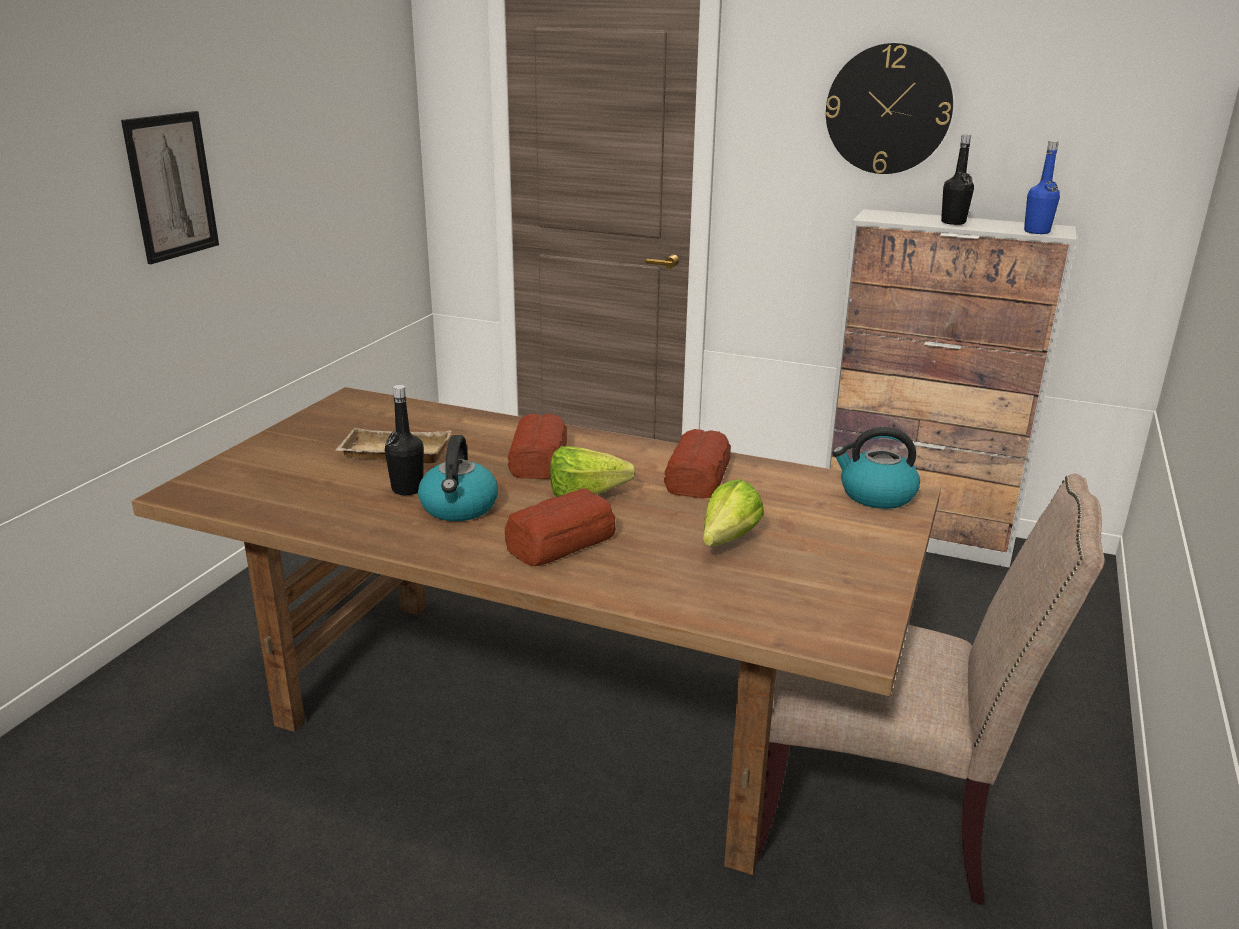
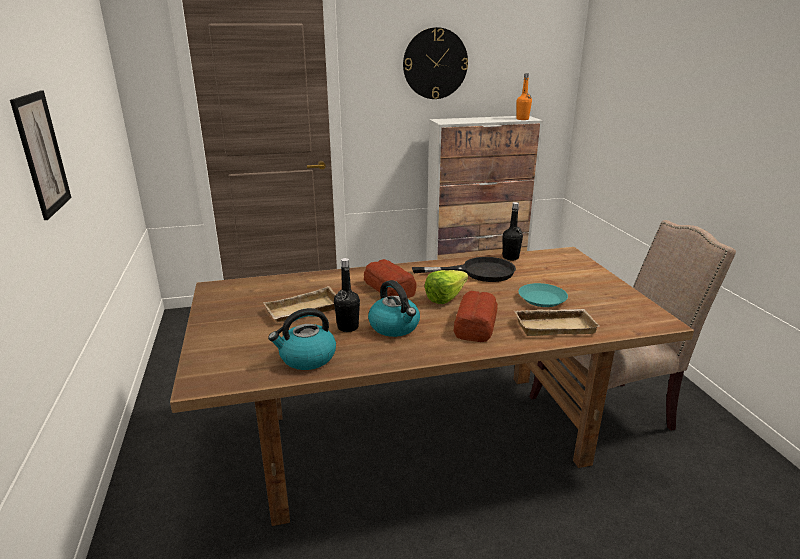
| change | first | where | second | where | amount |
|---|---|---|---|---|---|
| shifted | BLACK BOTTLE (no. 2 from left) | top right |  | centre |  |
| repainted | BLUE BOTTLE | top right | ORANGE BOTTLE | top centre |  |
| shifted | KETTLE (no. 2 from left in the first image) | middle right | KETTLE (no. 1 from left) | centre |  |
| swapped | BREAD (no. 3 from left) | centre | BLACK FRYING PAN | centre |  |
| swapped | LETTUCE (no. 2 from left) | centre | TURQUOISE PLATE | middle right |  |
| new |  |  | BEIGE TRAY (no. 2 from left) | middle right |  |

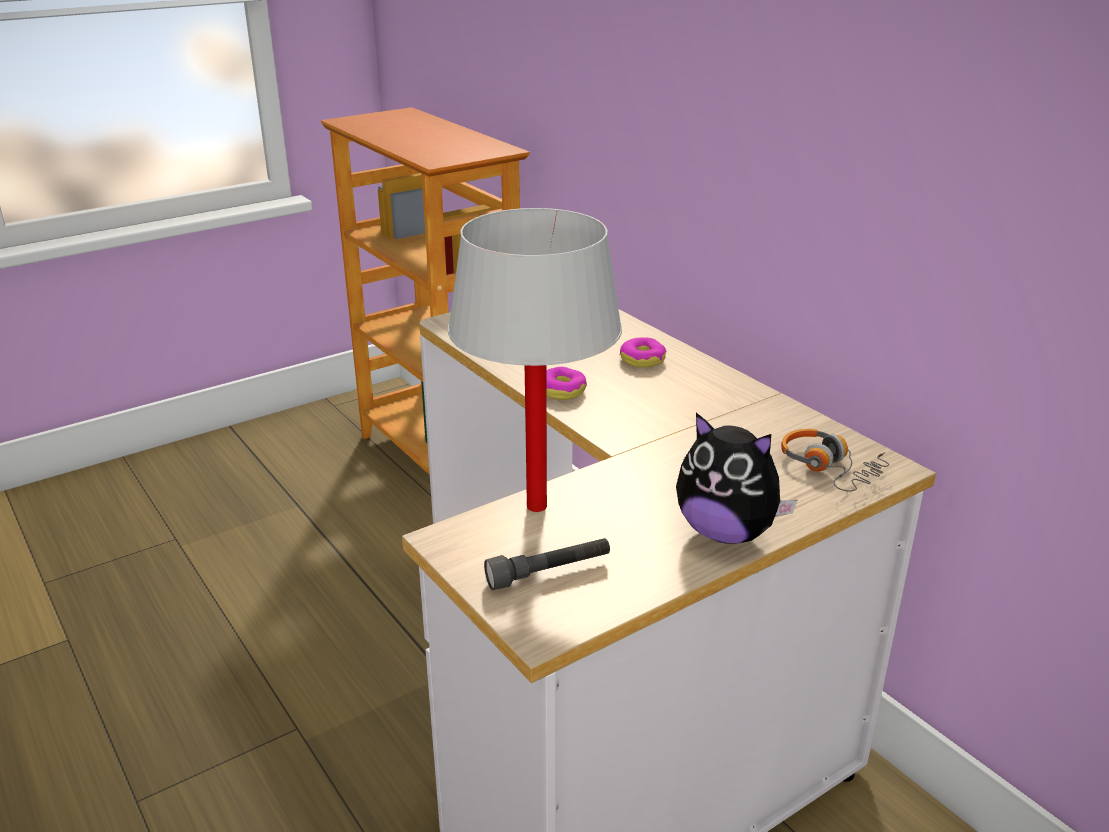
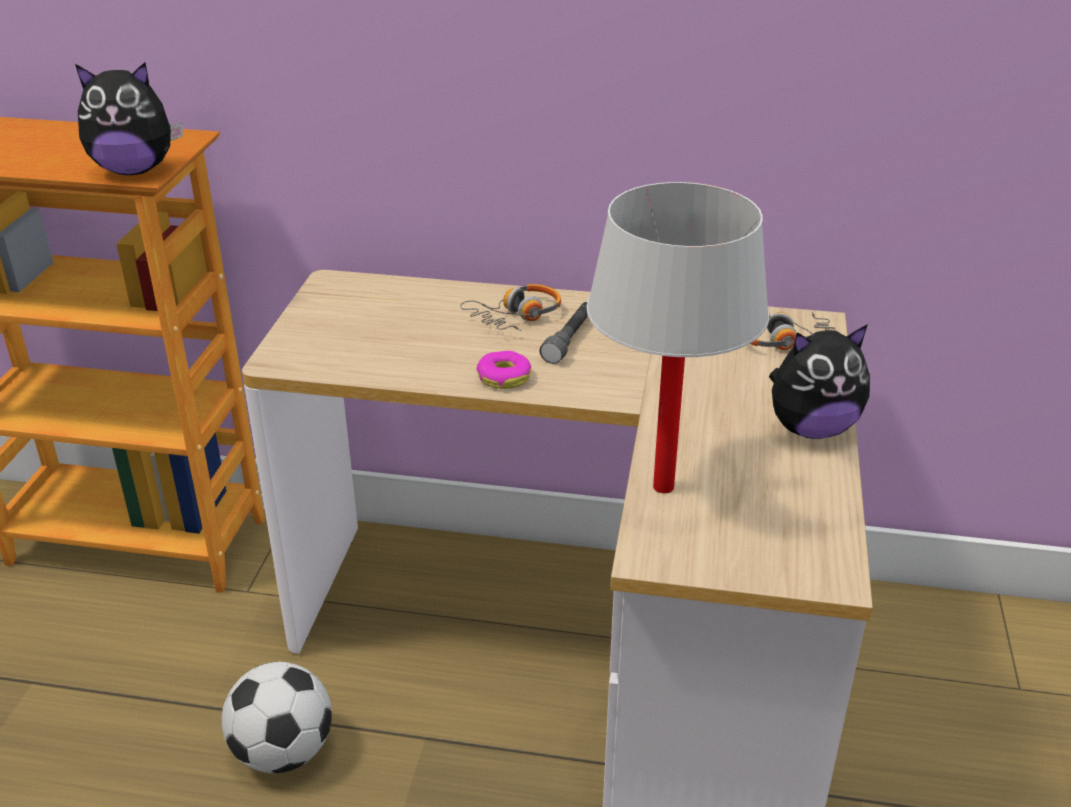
| change | first | where | second | where | amount |
|---|---|---|---|---|---|
| swapped | DONUT (no. 2 from left) | centre | HEADPHONES (no. 1 from left) | centre |  |
| shifted | GREY FLASHLIGHT | bottom centre |  | centre |  |
| new |  |  | PLUSH TOY (no. 1 from left) | top left |  |
| new |  |  | FOOTBALL | bottom left |  |

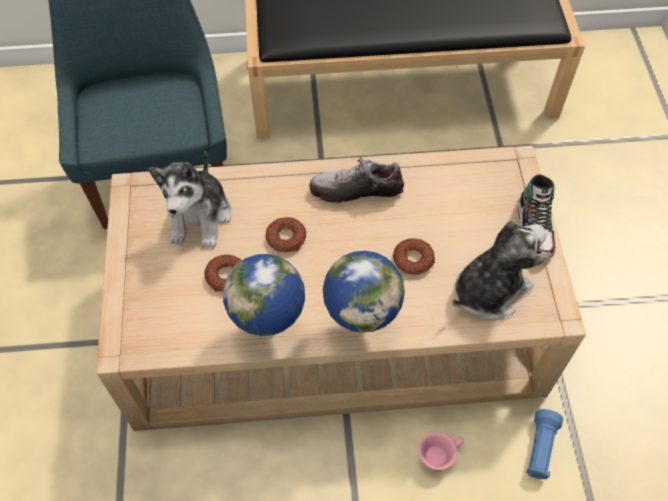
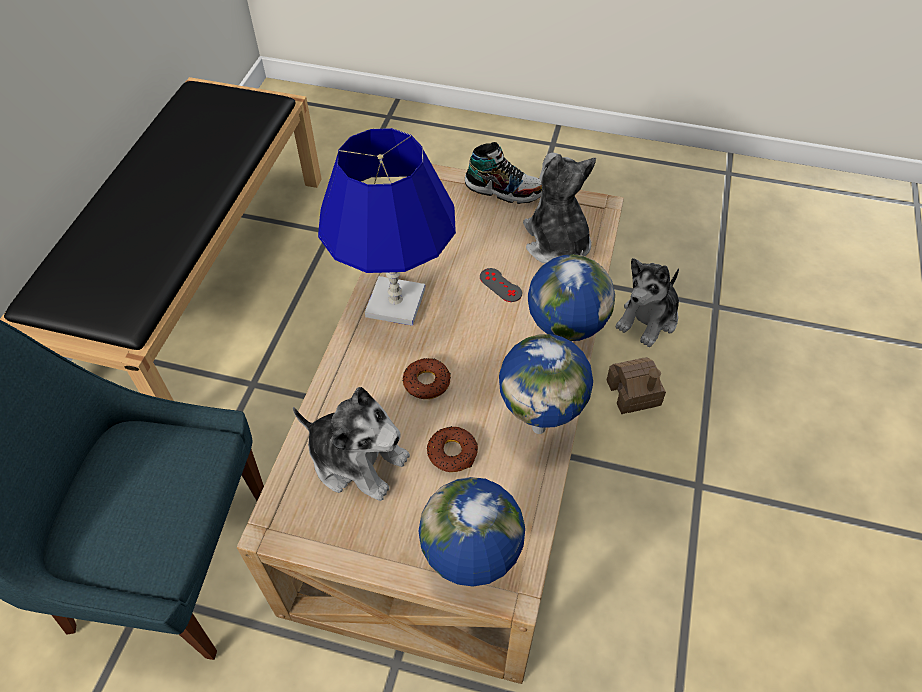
| change | first | where | second | where | amount |
|---|---|---|---|---|---|
| swapped | SHOE (no. 1 from left) | centre | BLUE TABLE LAMP | top centre |  |
| swapped | DONUT (no. 3 from left) | centre | GREY GAME CONTROLLER | centre |  |
| swapped | BLUE FLASHLIGHT | bottom right | PLUSH TOY (no. 3 from left) | middle right |  |
| swapped | PINK CUP | bottom centre | TOY HOUSE | middle right |  |
| new |  |  | GLOBE (no. 1 from left) | bottom centre |  |

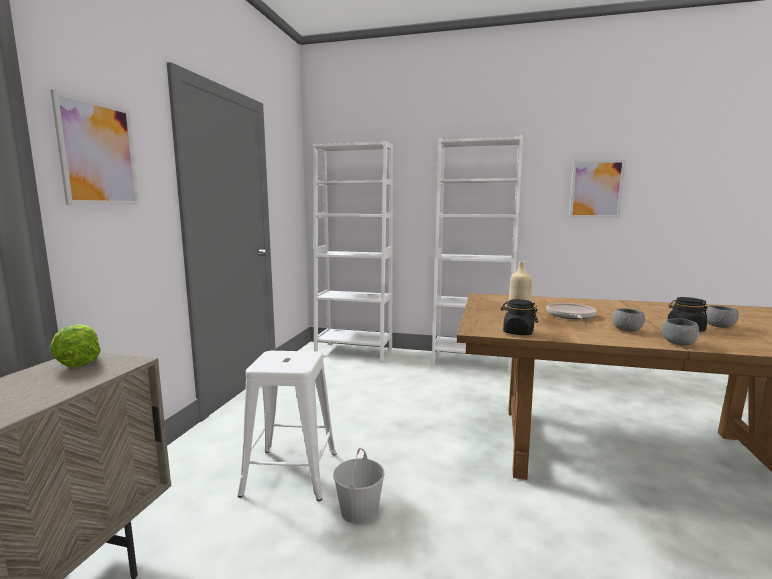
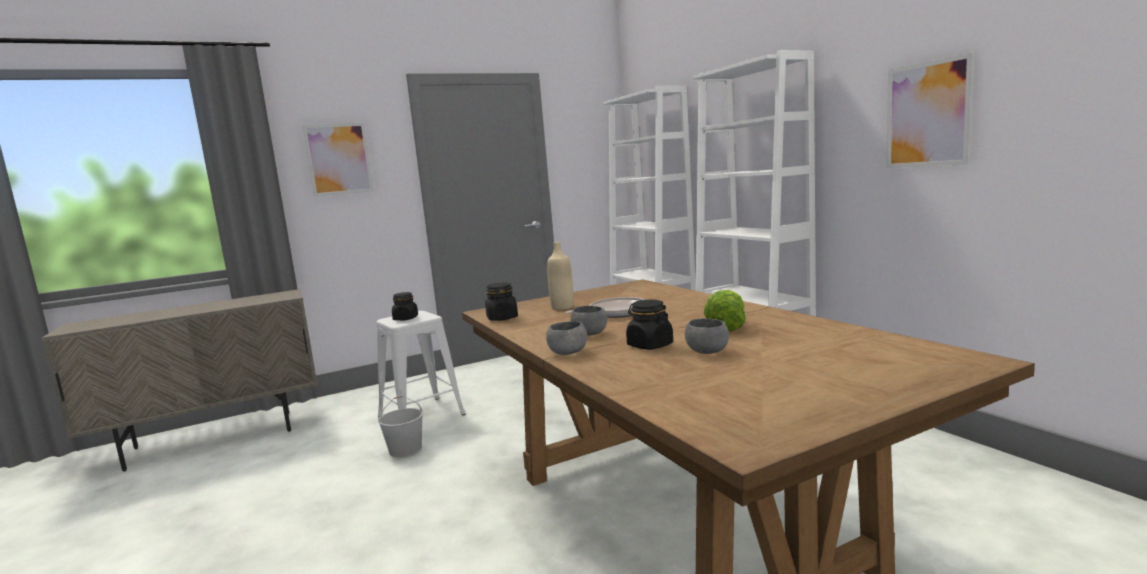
| change | first | where | second | where | amount |
|---|---|---|---|---|---|
| shifted | LETTUCE | middle left |  | centre |  |
| new |  |  | BLACK JAR (no. 1 from left) | centre |  |

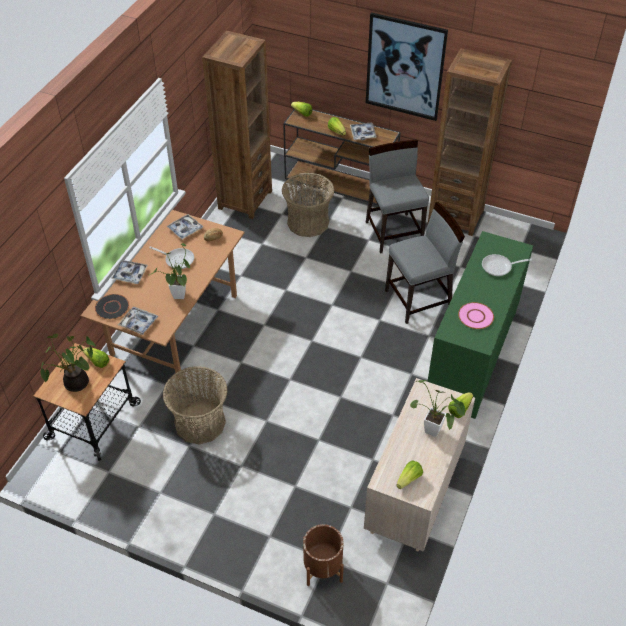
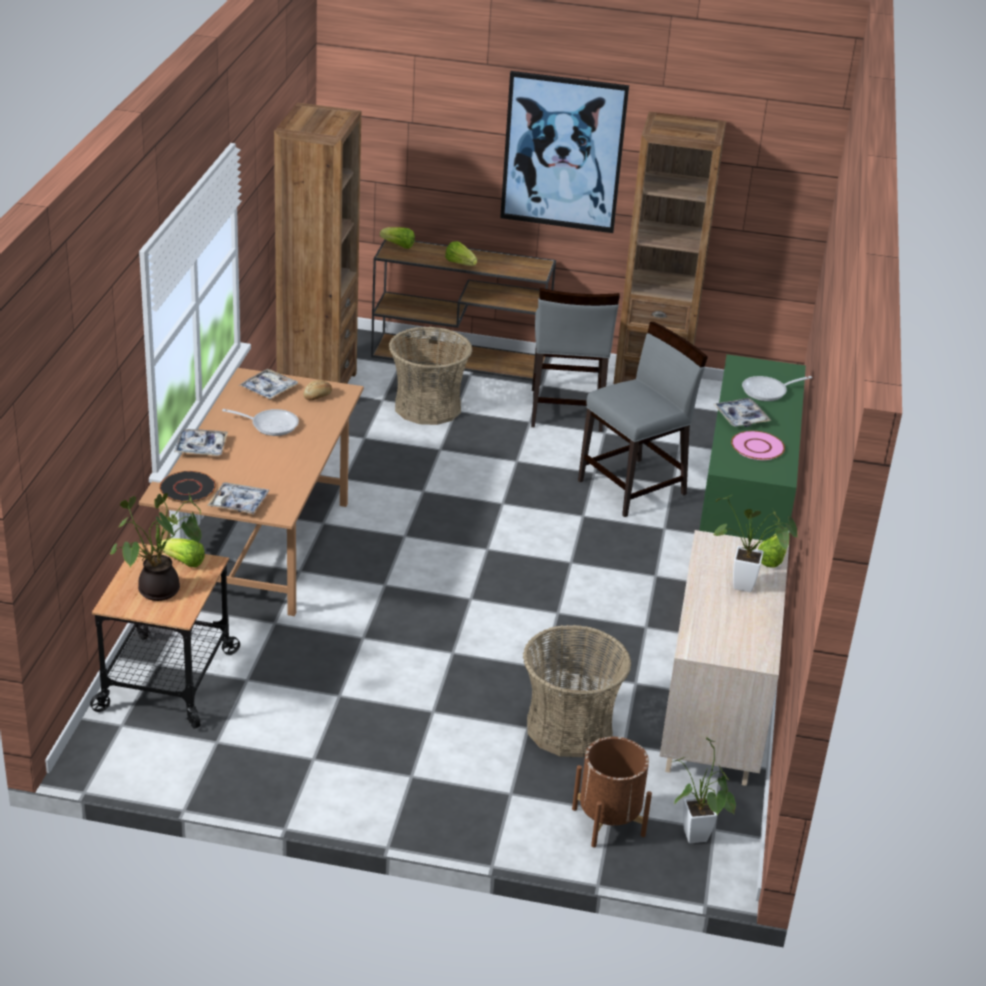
| change | first | where | second | where | amount |
|---|---|---|---|---|---|
| shifted | TRAY (no. 4 from left) | top centre |  | middle right |  |
| rotated | GREY CHAIR (no. 1 from left) | top centre |  | centre | 150 degrees counterclockwise |
| shifted | POTTED PLANT (no. 2 from left) | middle left |  | bottom right |  |
| shifted | BASKET (no. 1 from left in the first image) | middle left | BASKET (no. 2 from left) | bottom centre |  |
| gone | LETTUCE (no. 4 from left) | bottom centre |  |  |  |

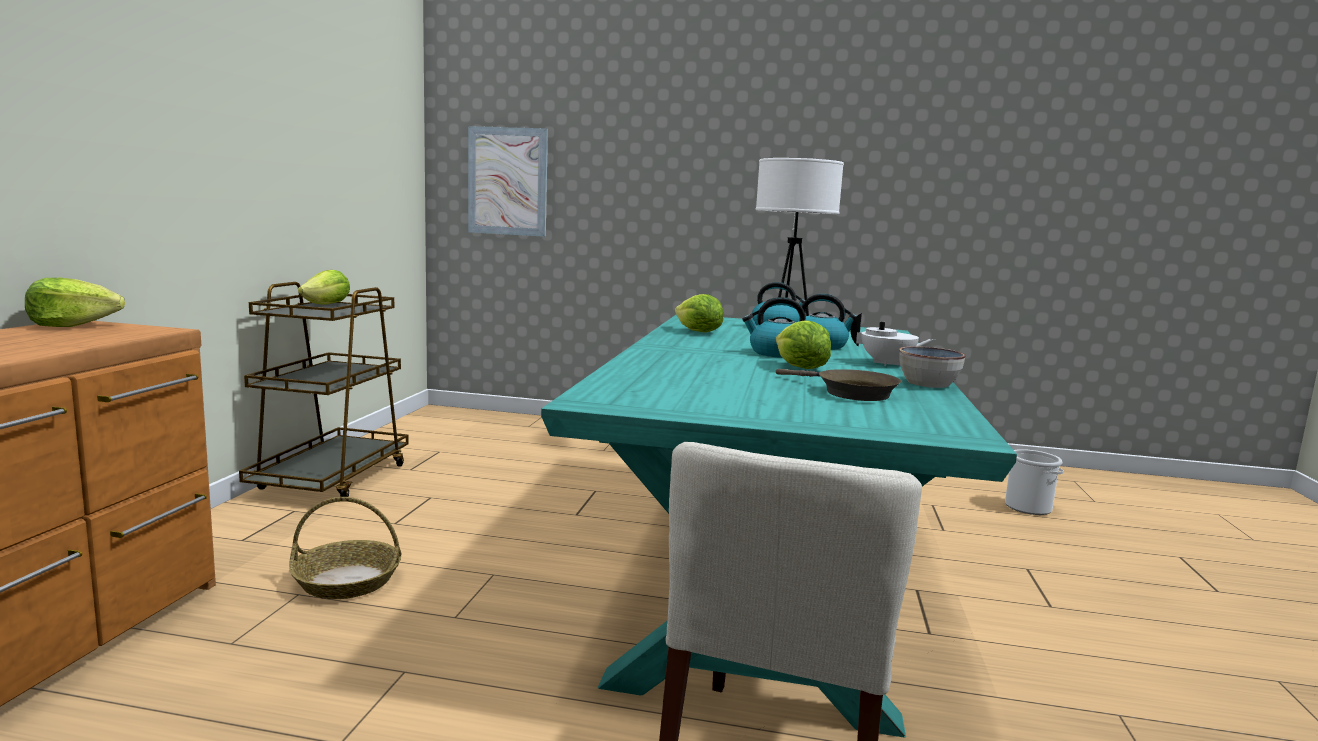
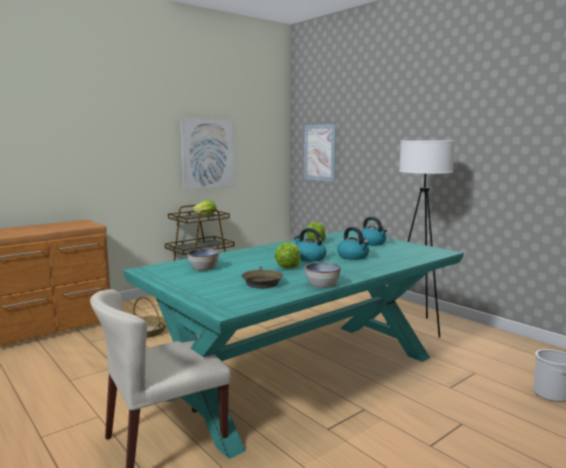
| change | first | where | second | where | amount |
|---|---|---|---|---|---|
| gone | LETTUCE (no. 1 from left) | middle left |  |  |  |
| gone | WHITE TEAPOT | middle right |  |  |  |
| new |  |  | PICTURE (no. 1 from left) | top centre |  |
| new |  |  | BOWL (no. 1 from left) | centre |  |

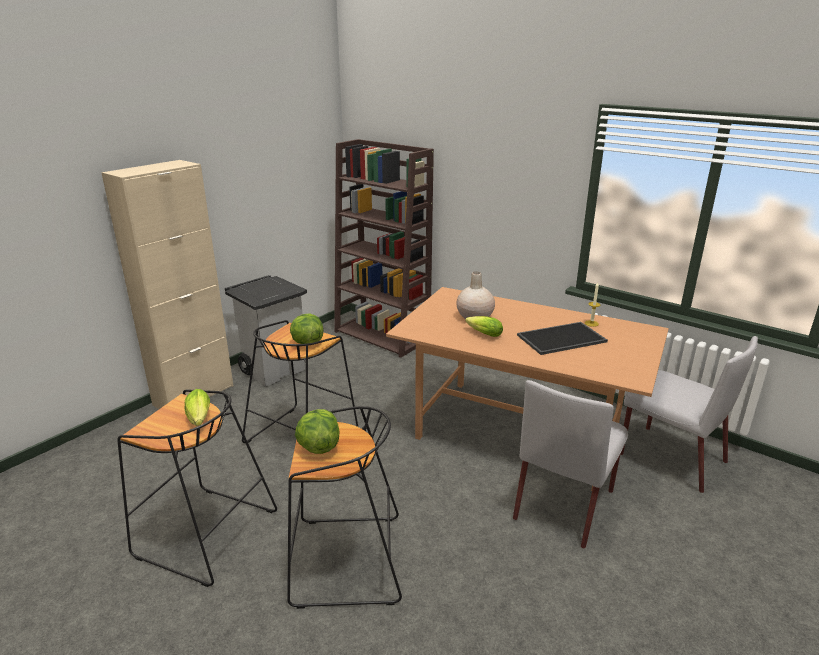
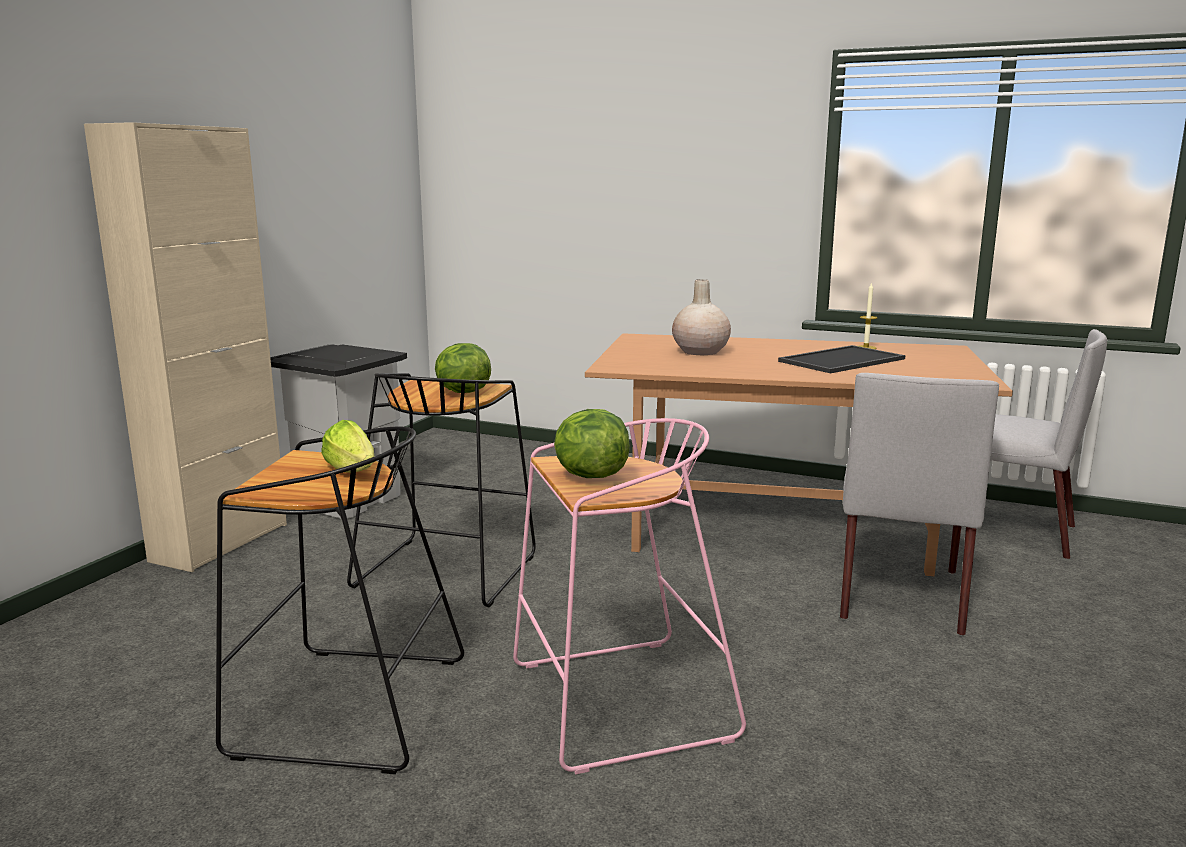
| change | first | where | second | where | amount |
|---|---|---|---|---|---|
| gone | BROWN BOOKCASE | centre |  |  |  |
| gone | LETTUCE (no. 4 from left) | centre |  |  |  |
| repainted | BLACK STOOL (no. 3 from left) | bottom centre | PINK STOOL | bottom centre |  |

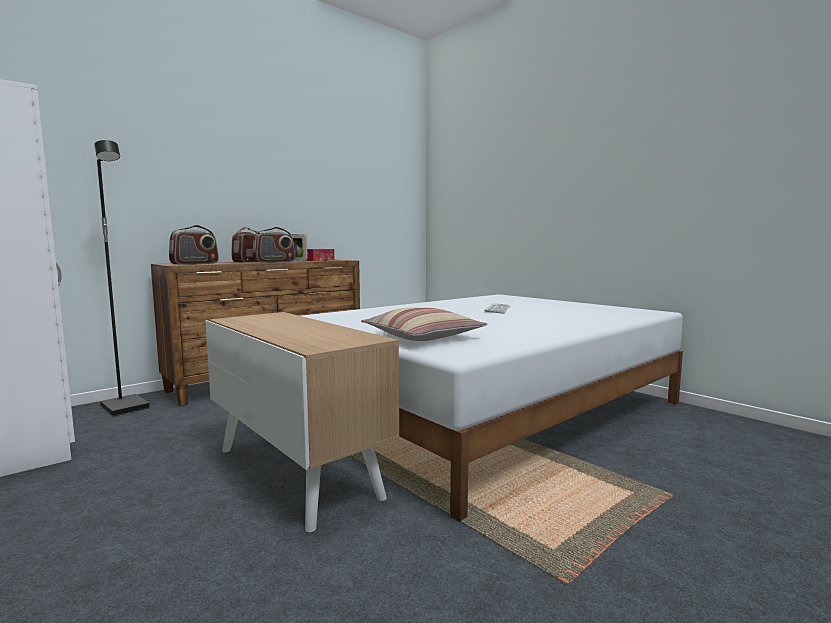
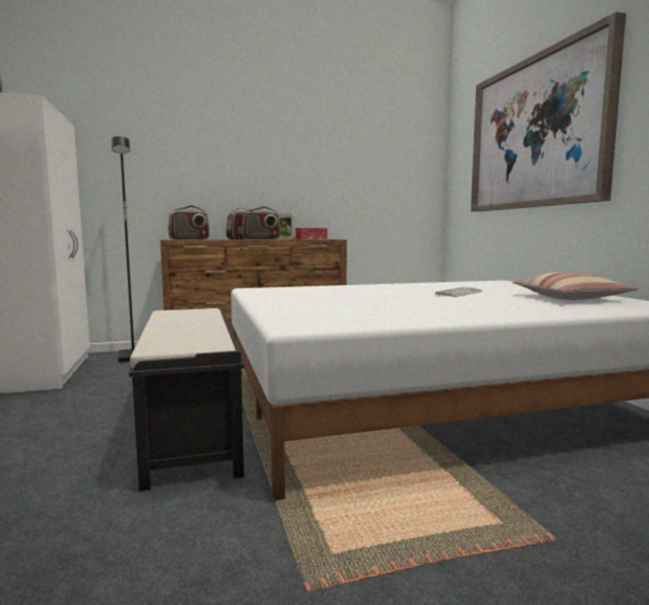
| change | first | where | second | where | amount |
|---|---|---|---|---|---|
| shifted | PILLOW | centre |  | middle right |  |
| swapped | CABINET | bottom centre | BLACK BENCH | middle left |  |
| new |  |  | PICTURE | top right |  |

